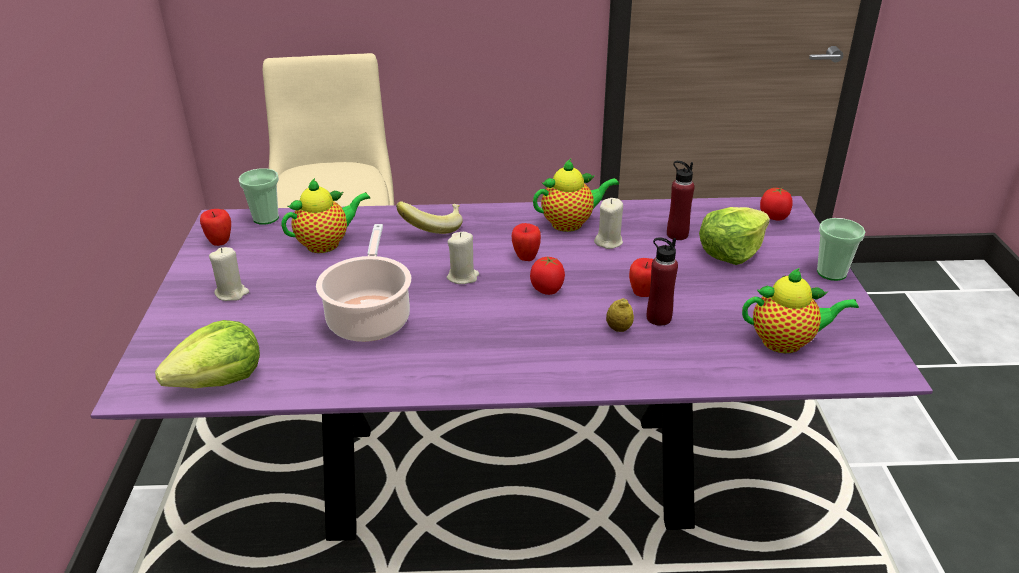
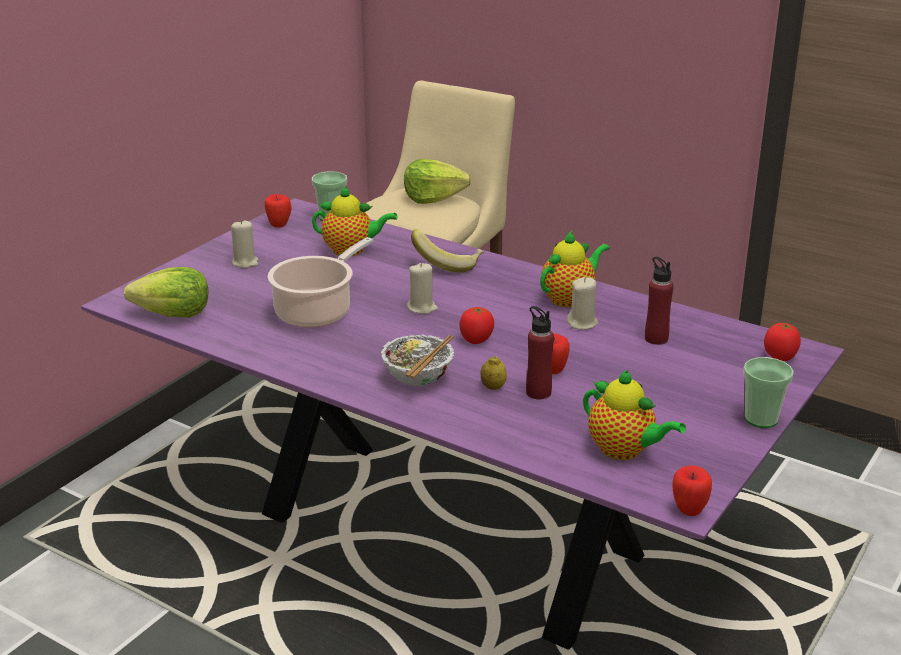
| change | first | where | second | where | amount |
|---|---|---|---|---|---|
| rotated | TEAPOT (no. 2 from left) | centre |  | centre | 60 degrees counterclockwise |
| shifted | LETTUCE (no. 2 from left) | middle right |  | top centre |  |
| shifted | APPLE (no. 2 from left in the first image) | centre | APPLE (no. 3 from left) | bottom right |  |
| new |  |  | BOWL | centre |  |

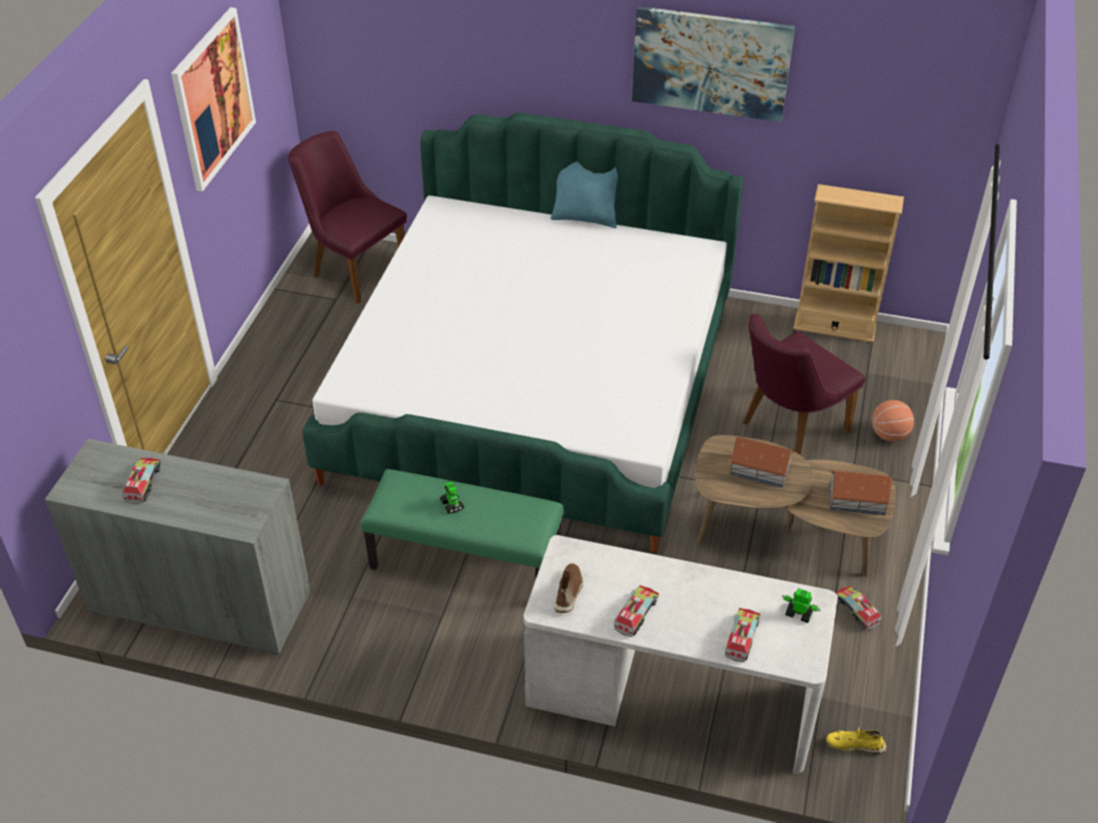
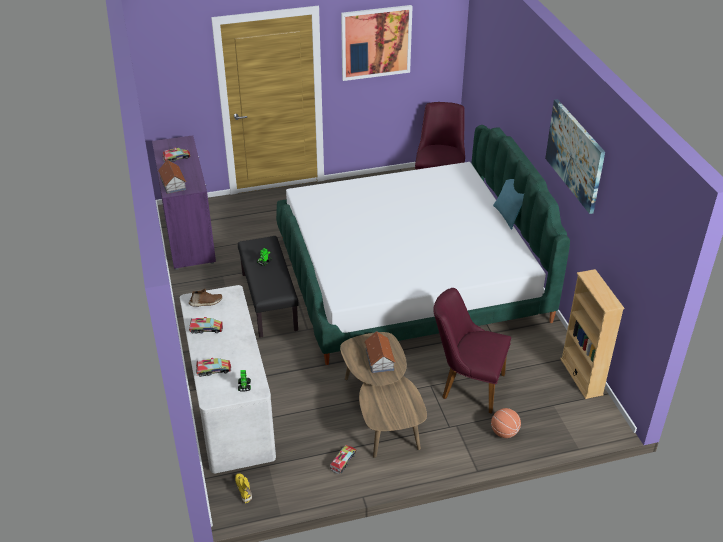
| change | first | where | second | where | amount |
|---|---|---|---|---|---|
| repainted | GREY CABINET | middle left | PURPLE CABINET | middle left |  |
| repainted | GREEN BENCH | centre | BLACK BENCH | centre |  |
| shifted | TOY HOUSE (no. 2 from left in the first image) | middle right | TOY HOUSE (no. 1 from left) | top left |  |

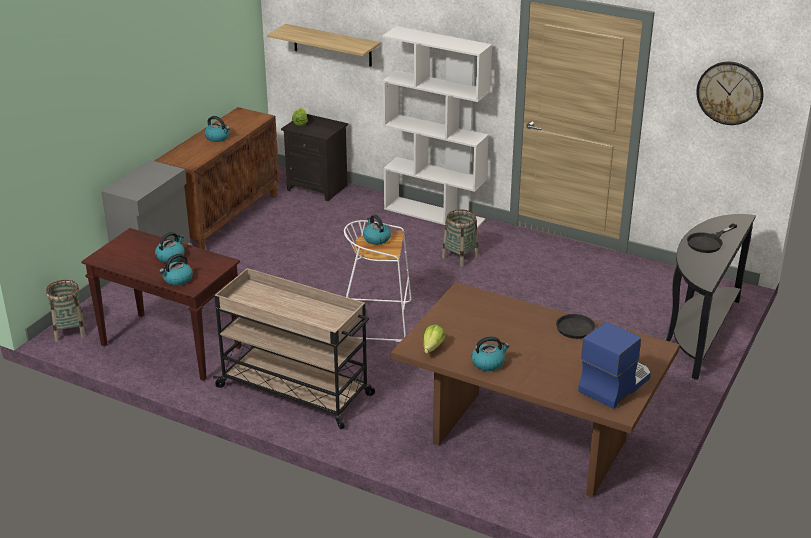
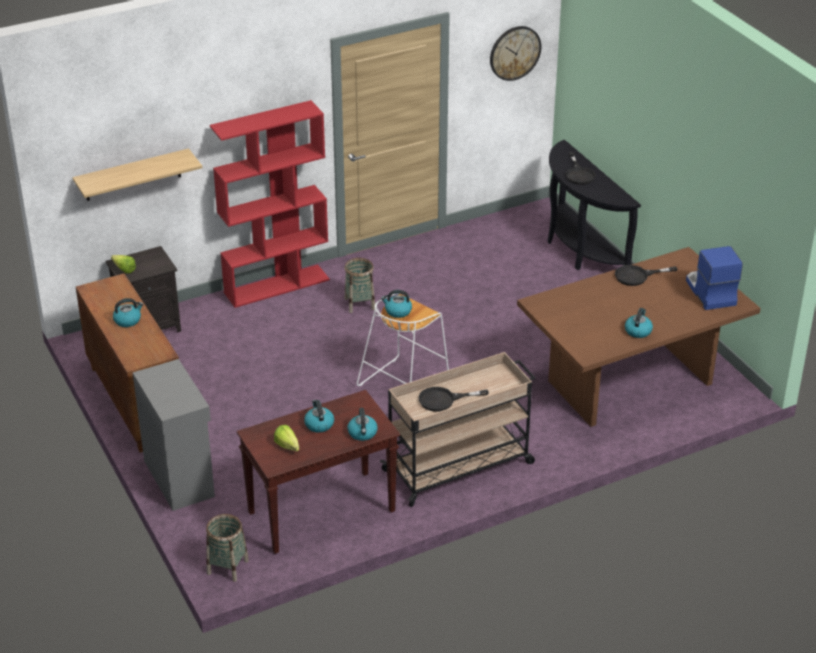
| change | first | where | second | where | amount |
|---|---|---|---|---|---|
| repainted | WHITE BOOKCASE | top centre | RED BOOKCASE | top left |  |
| shifted | LETTUCE (no. 2 from left) | centre |  | bottom centre |  |
| new |  |  | BLACK FRYING PAN (no. 1 from left) | centre |  |

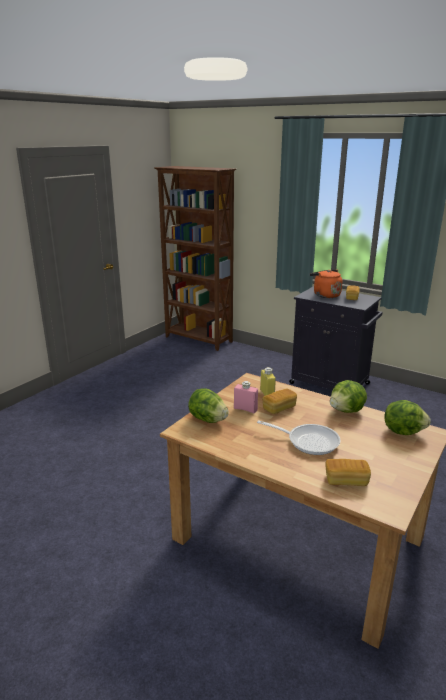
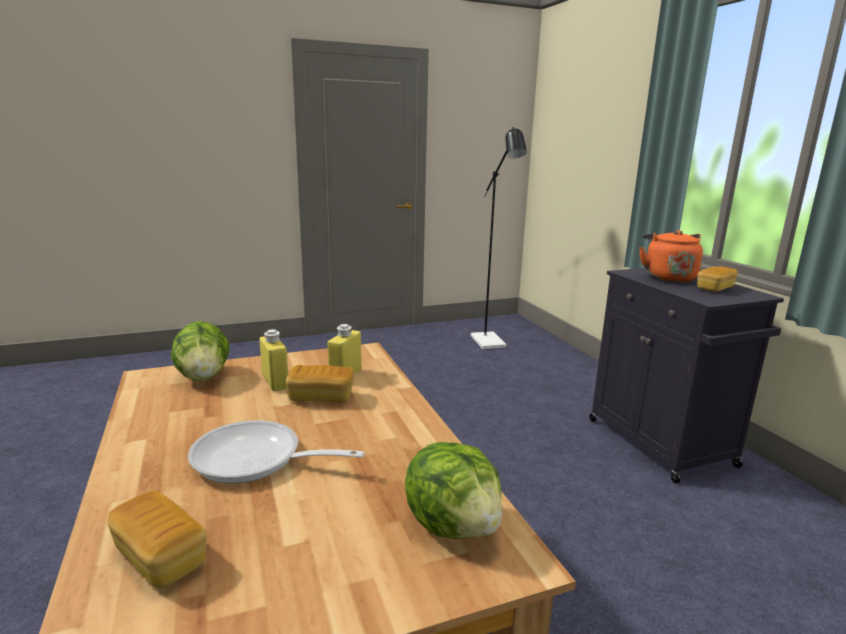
| change | first | where | second | where | amount |
|---|---|---|---|---|---|
| gone | BROWN BOOKCASE | centre |  |  |  |
| gone | LETTUCE (no. 2 from left) | middle right |  |  |  |
| repainted | PINK BOTTLE | centre | YELLOW BOTTLE (no. 1 from left) | middle left |  |
| rotated | FRYING PAN | middle right |  | bottom left | 135 degrees clockwise |
| new |  |  | BLACK FLOOR LAMP | centre |  |

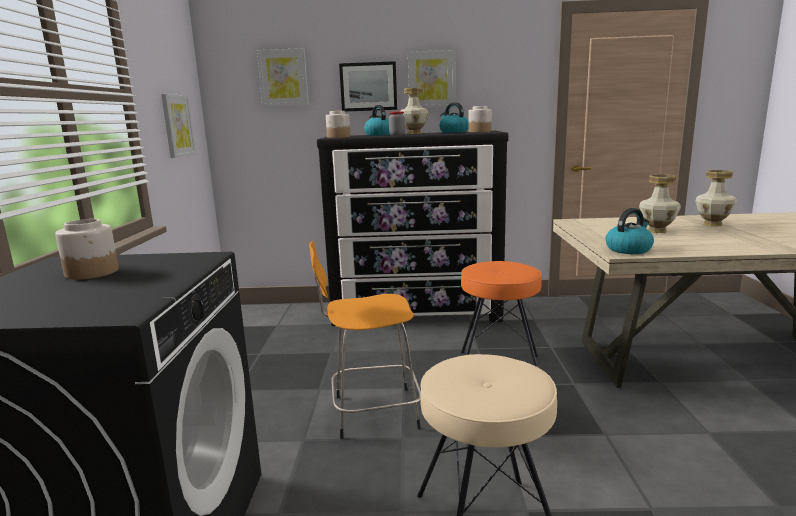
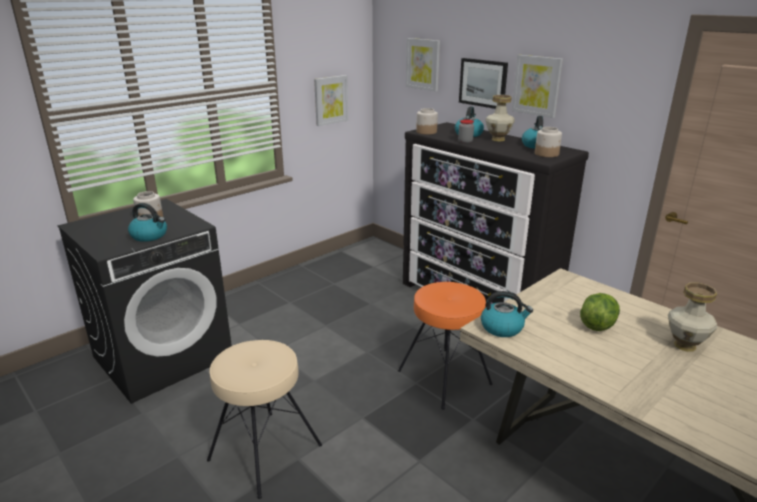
| change | first | where | second | where | amount |
|---|---|---|---|---|---|
| swapped | VASE (no. 2 from left) | middle right | LETTUCE | middle right |  |
| gone | ORANGE STOOL (no. 1 from left) | centre |  |  |  |
| new |  |  | KETTLE (no. 1 from left) | middle left |  |

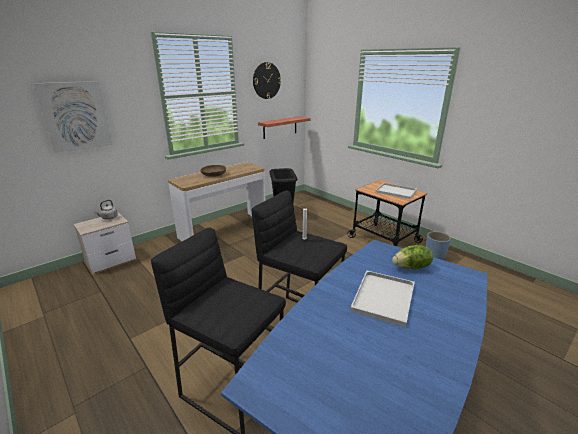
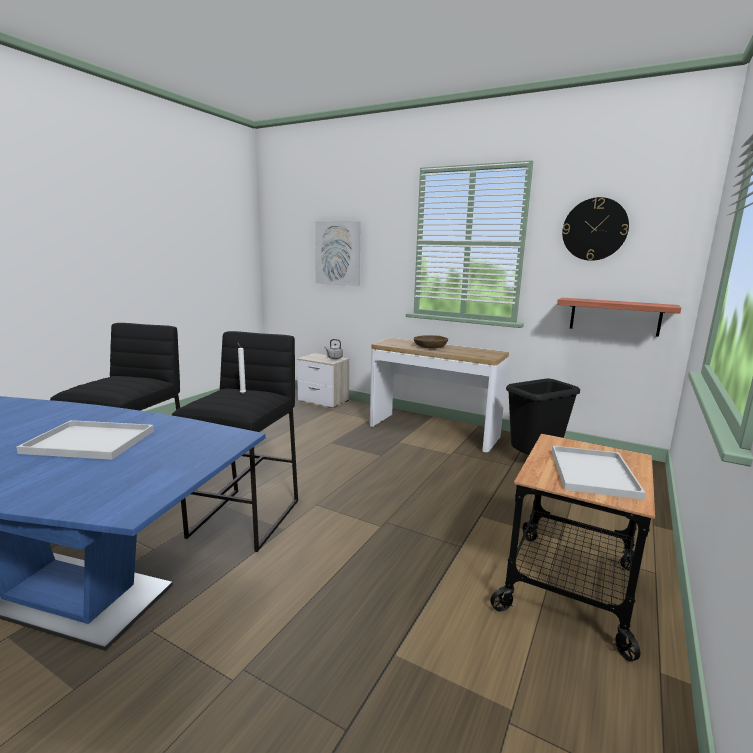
| change | first | where | second | where | amount |
|---|---|---|---|---|---|
| gone | BLUE PLANTER | middle right |  |  |  |
| gone | LETTUCE | middle right |  |  |  |

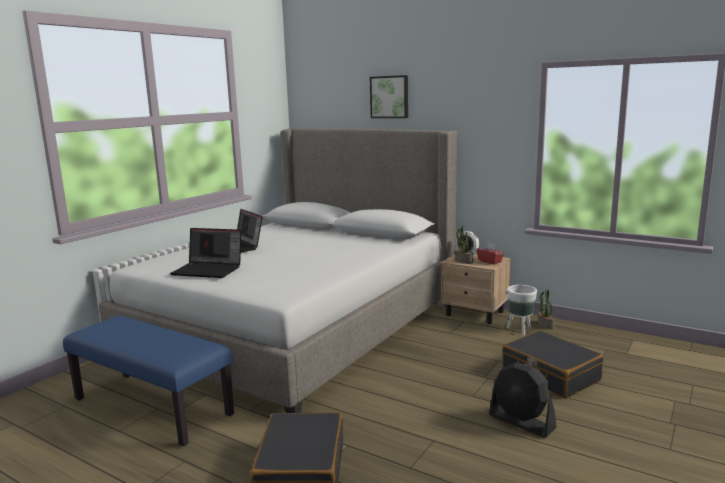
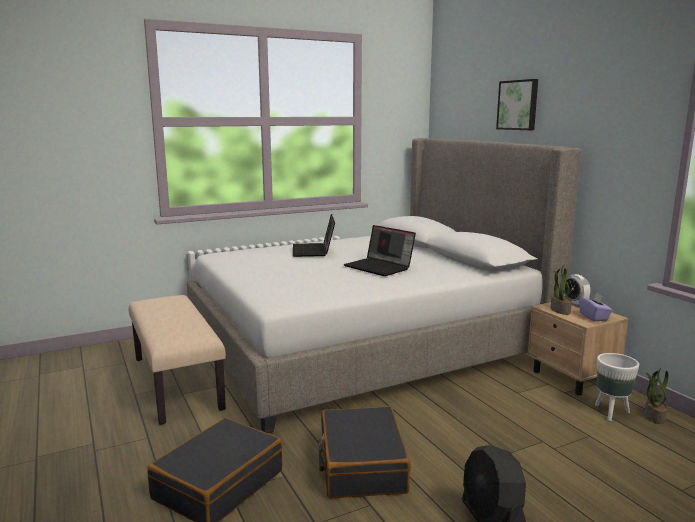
| change | first | where | second | where | amount |
|---|---|---|---|---|---|
| shifted | LAPTOP (no. 1 from left in the first image) | middle left | LAPTOP (no. 2 from left) | centre |  |
| repainted | RED TISSUE BOX | middle right | PURPLE TISSUE BOX | middle right |  |
| repainted | BLUE BENCH | bottom left | BEIGE BENCH | bottom left |  |
| shifted | BLACK SUITCASE (no. 2 from left) | bottom right |  | bottom centre |  |

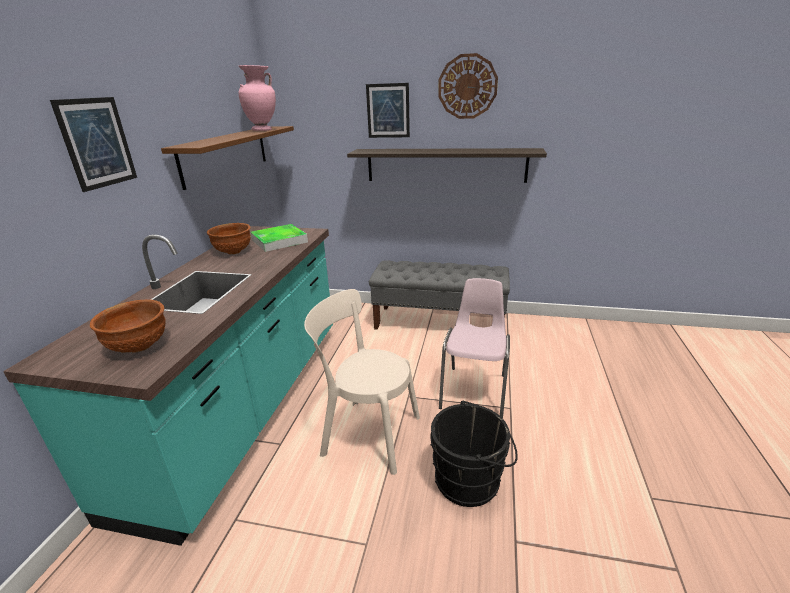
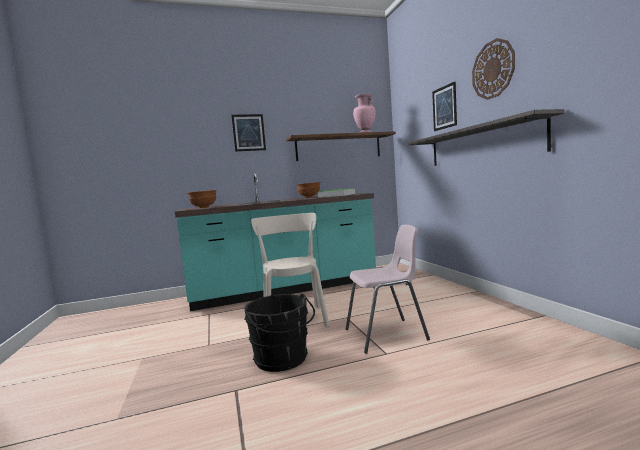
| change | first | where | second | where | amount |
|---|---|---|---|---|---|
| gone | GREY BENCH | centre |  |  |  |

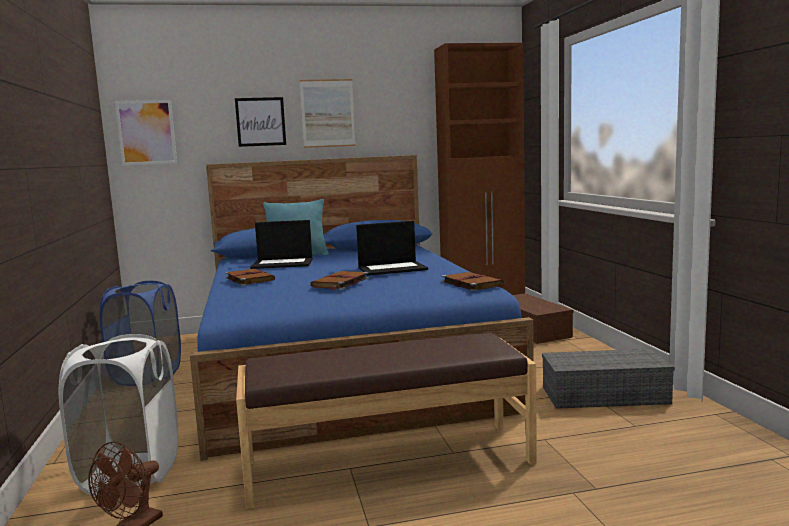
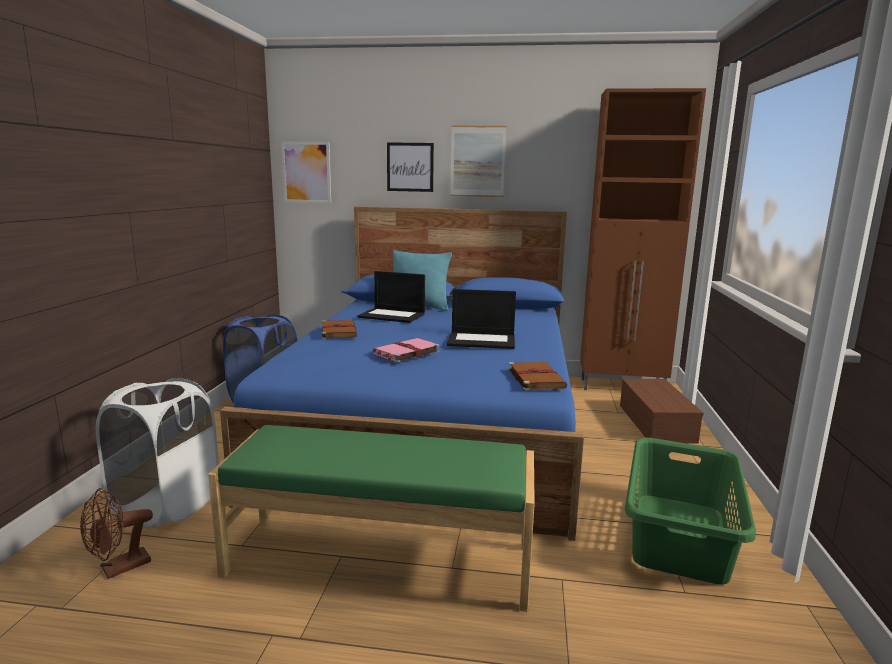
| change | first | where | second | where | amount |
|---|---|---|---|---|---|
| repainted | BROWN BOOK (no. 2 from left) | centre | PINK BOOK | centre |  |
| repainted | BROWN BENCH | bottom centre | GREEN BENCH | bottom centre |  |
| swapped | GREY STORAGE BOX | bottom right | GREEN LAUNDRY BASKET | bottom right |  |

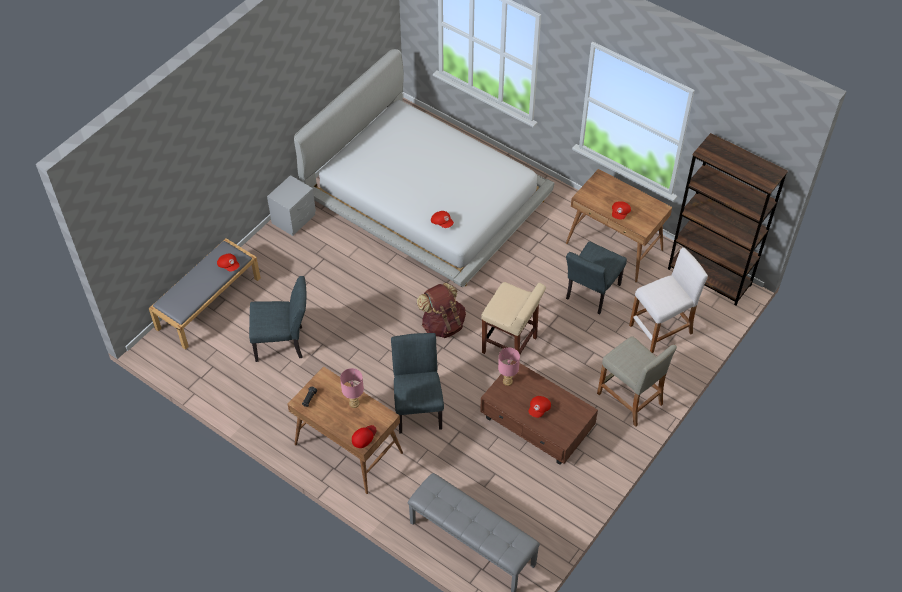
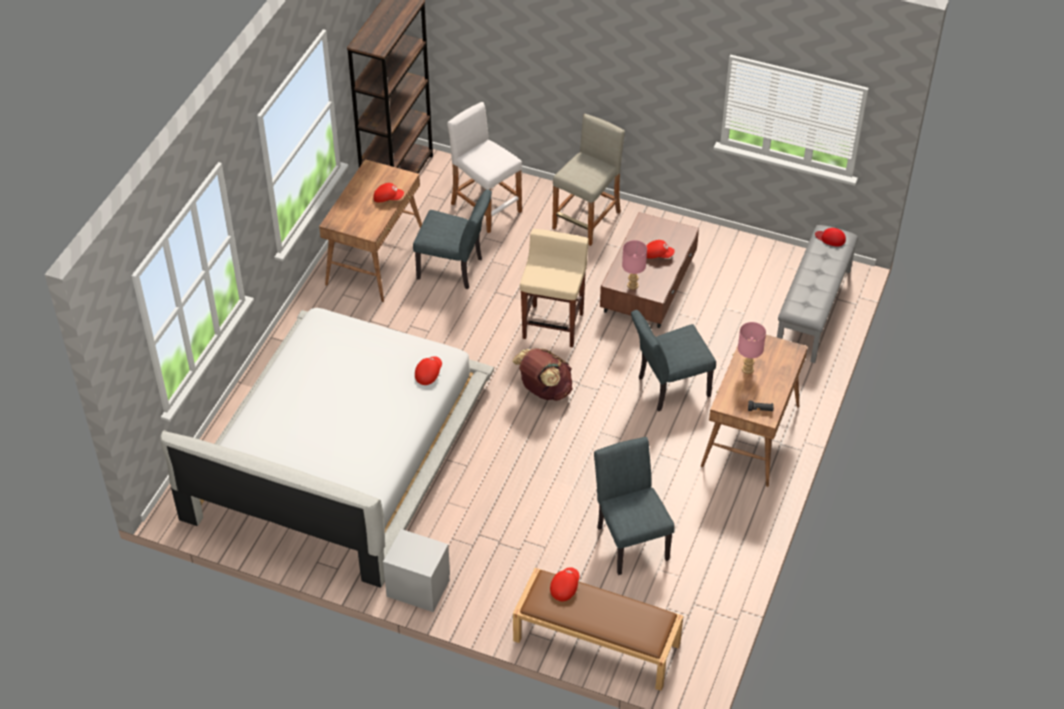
| change | first | where | second | where | amount |
|---|---|---|---|---|---|
| repainted | GREY BENCH (no. 1 from left) | middle left | BROWN BENCH | bottom centre |  |
| shifted | RED CAP (no. 2 from left in the first image) | bottom centre | RED CAP (no. 5 from left) | middle right |  |

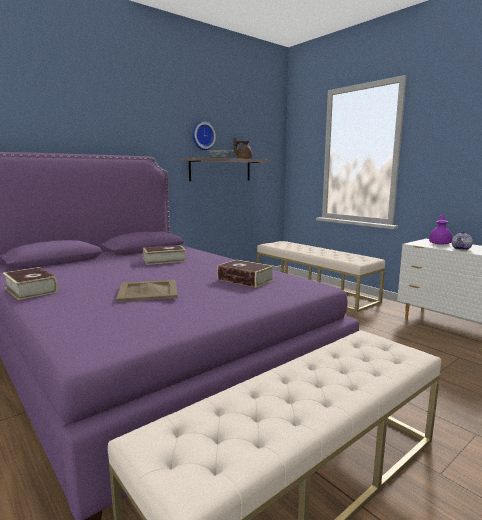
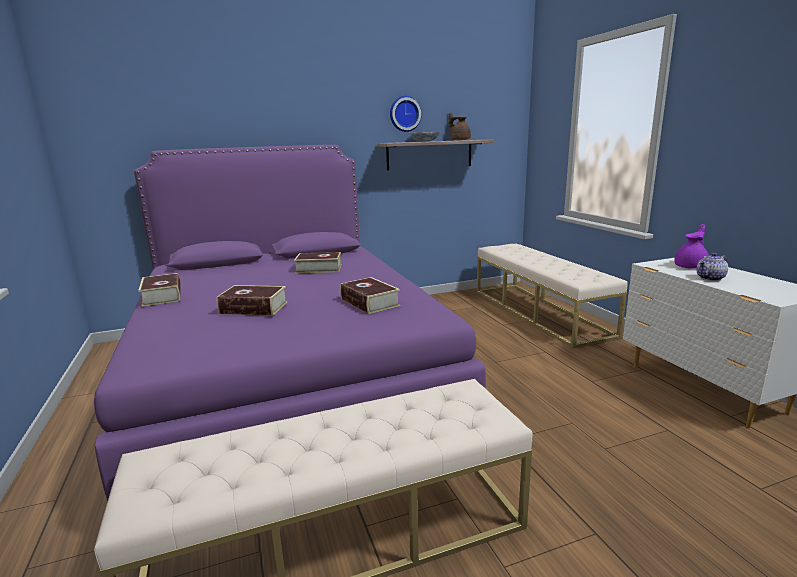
| change | first | where | second | where | amount |
|---|---|---|---|---|---|
| swapped | BEIGE TRAY | middle left | BOOK (no. 2 from left) | middle left |  |

